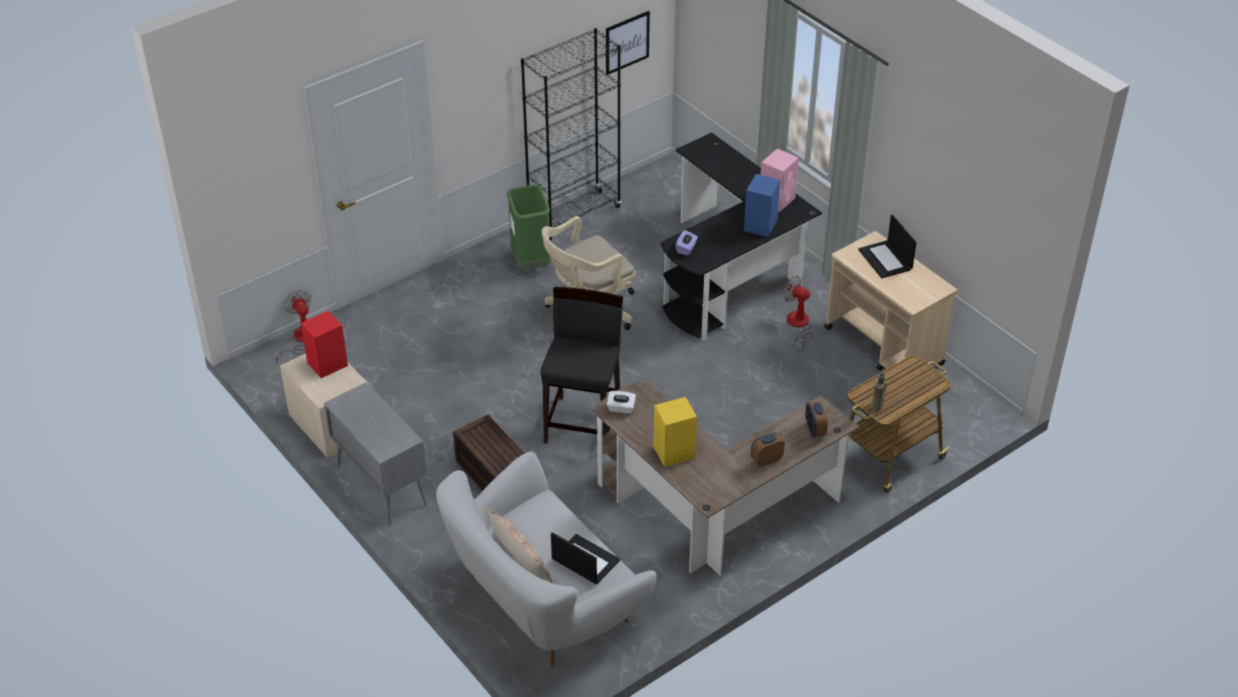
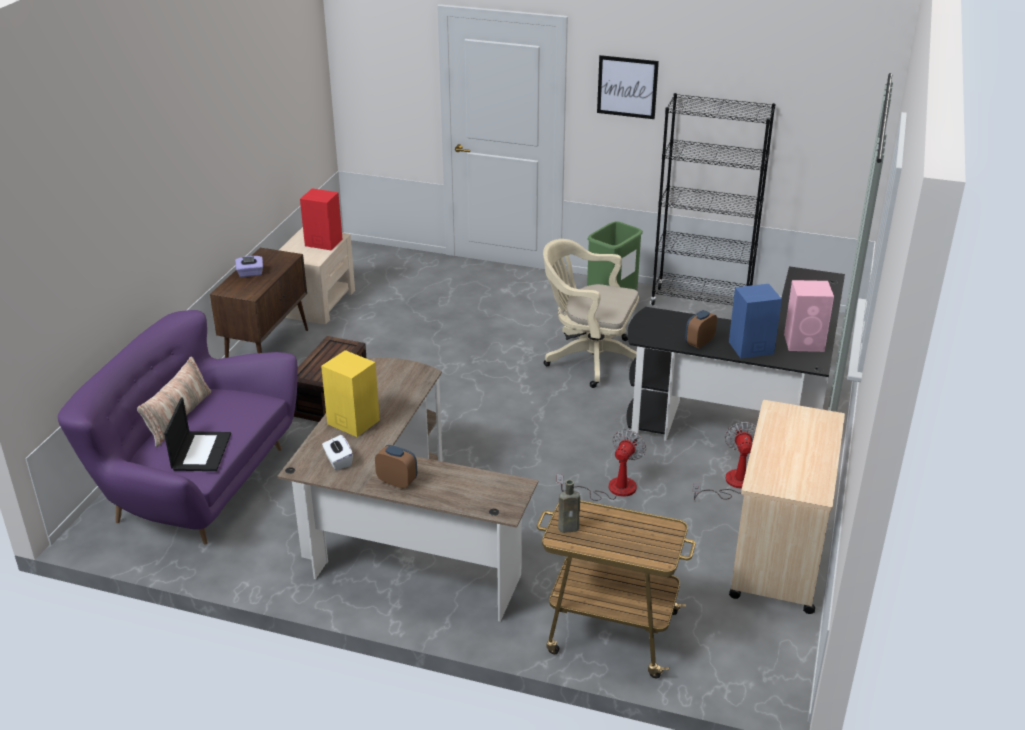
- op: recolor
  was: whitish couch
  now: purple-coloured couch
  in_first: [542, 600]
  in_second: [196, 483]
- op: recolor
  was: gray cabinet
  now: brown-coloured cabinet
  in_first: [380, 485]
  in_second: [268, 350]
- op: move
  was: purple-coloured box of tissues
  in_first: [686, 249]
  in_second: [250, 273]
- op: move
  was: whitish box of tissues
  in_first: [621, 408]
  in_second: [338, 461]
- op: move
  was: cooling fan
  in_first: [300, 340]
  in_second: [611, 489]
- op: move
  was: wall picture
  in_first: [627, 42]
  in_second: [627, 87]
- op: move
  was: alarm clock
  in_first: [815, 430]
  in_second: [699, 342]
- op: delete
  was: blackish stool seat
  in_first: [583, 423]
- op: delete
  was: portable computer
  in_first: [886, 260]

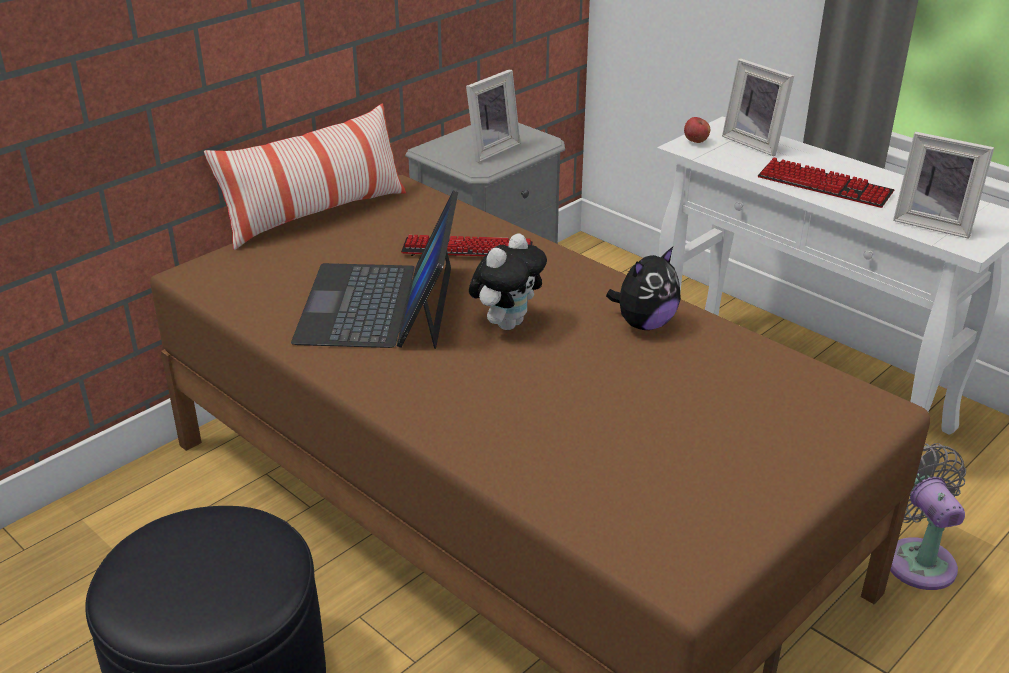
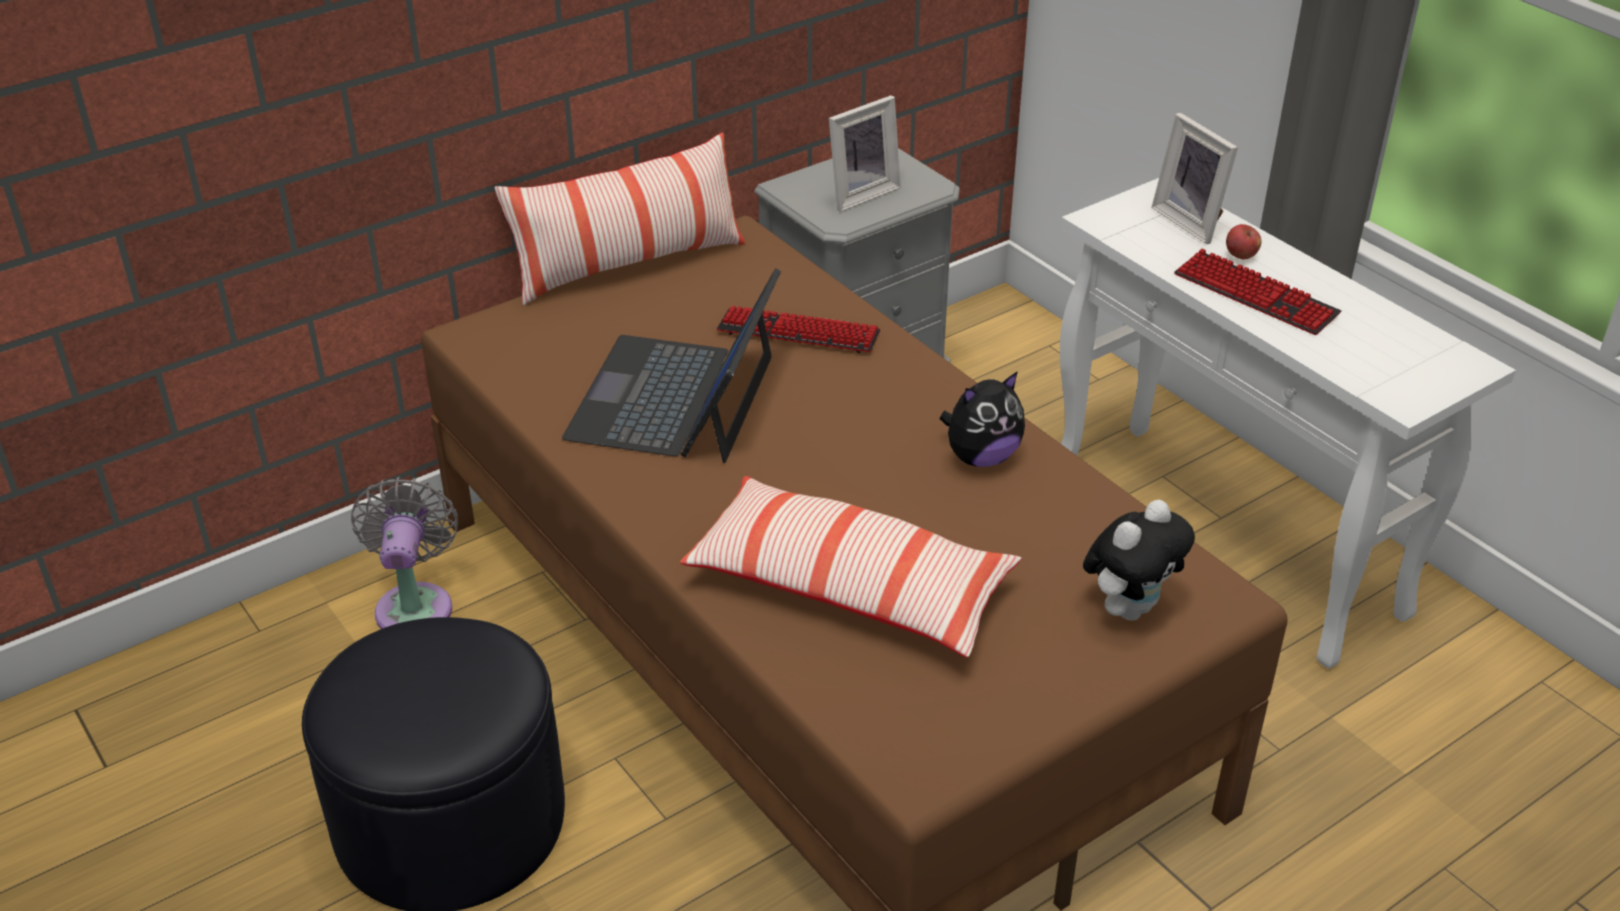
- op: move
  was: gray cooling fan
  in_first: [916, 558]
  in_second: [415, 604]
- op: insert
  now: throw pillow
  in_second: [849, 588]
- op: move
  was: cuddly toy
  in_first: [507, 323]
  in_second: [1129, 607]
- op: move
  was: apple fruit
  in_first: [695, 142]
  in_second: [1240, 256]
- op: delete
  was: photo frame
  in_first: [934, 223]

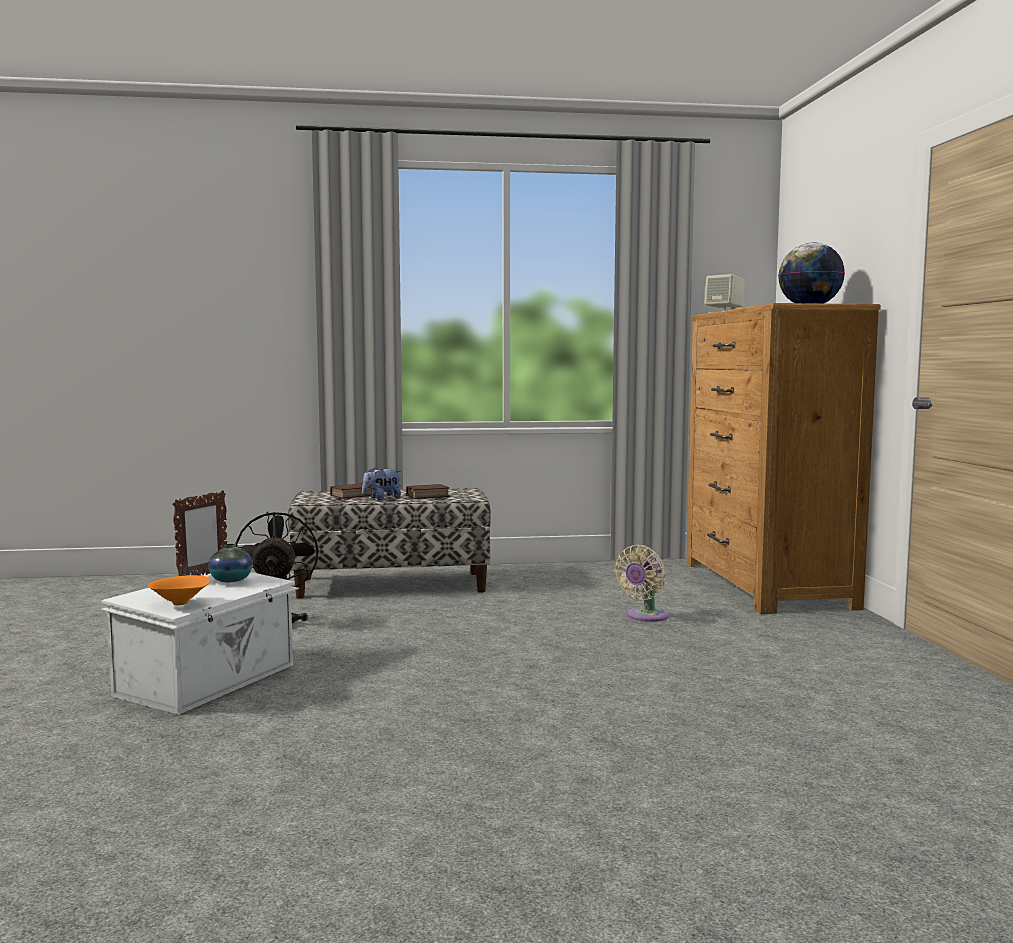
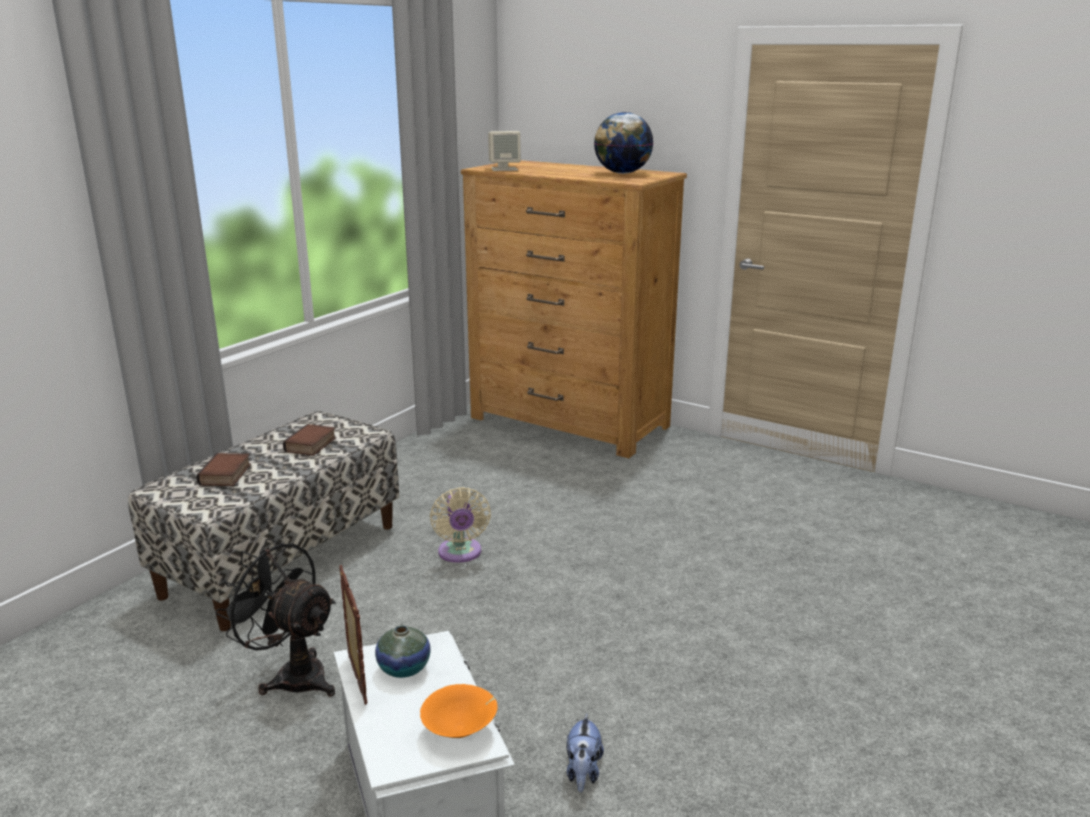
- op: move
  was: beige-coloured cooling fan
  in_first: [645, 617]
  in_second: [460, 554]
- op: move
  was: cuddly toy
  in_first: [382, 498]
  in_second: [583, 773]

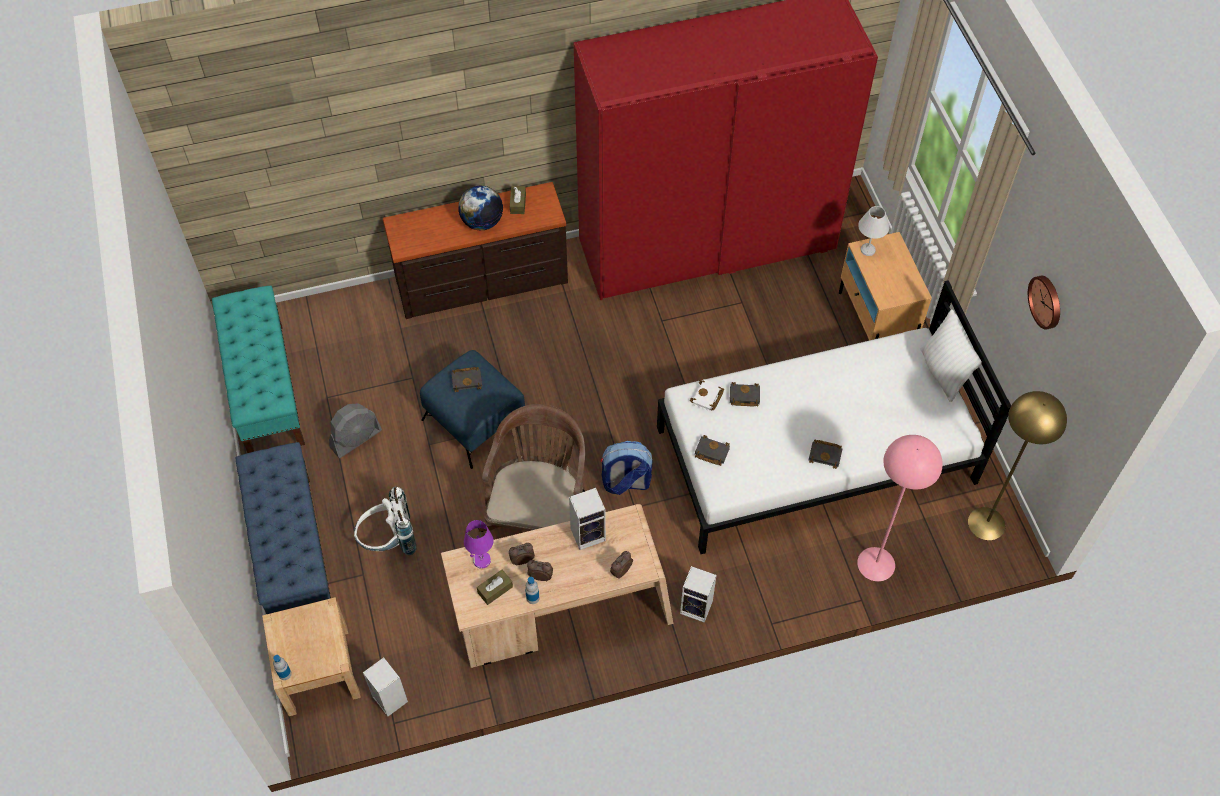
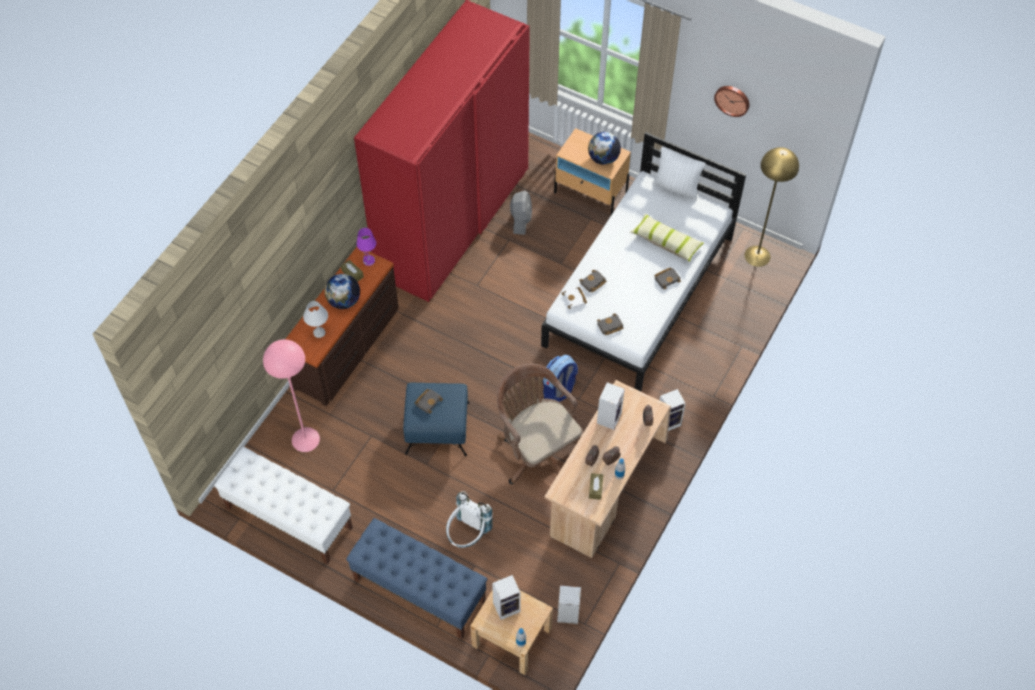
- op: recolor
  was: turquoise-coloured long seat
  now: whitish long seat
  in_first: [266, 389]
  in_second: [288, 518]
- op: move
  was: pink standing lamp
  in_first: [876, 564]
  in_second: [305, 439]
- op: move
  was: whitish tabletop lamp
  in_first: [868, 249]
  in_second: [319, 332]
- op: move
  was: purple-coloured tabletop lamp
  in_first: [481, 560]
  in_second: [369, 261]
- op: insert
  now: audio speaker
  in_second: [507, 606]
- op: move
  was: gray cooling fan
  in_first: [356, 439]
  in_second: [521, 219]
- op: insert
  now: globe
  in_second: [603, 158]
- op: insert
  now: throw pillow
  in_second: [666, 242]

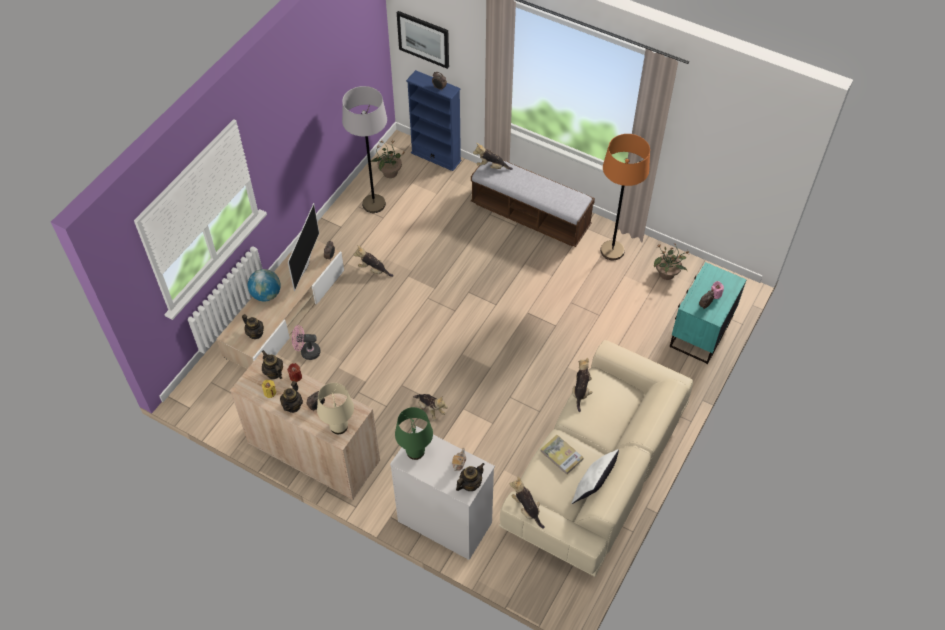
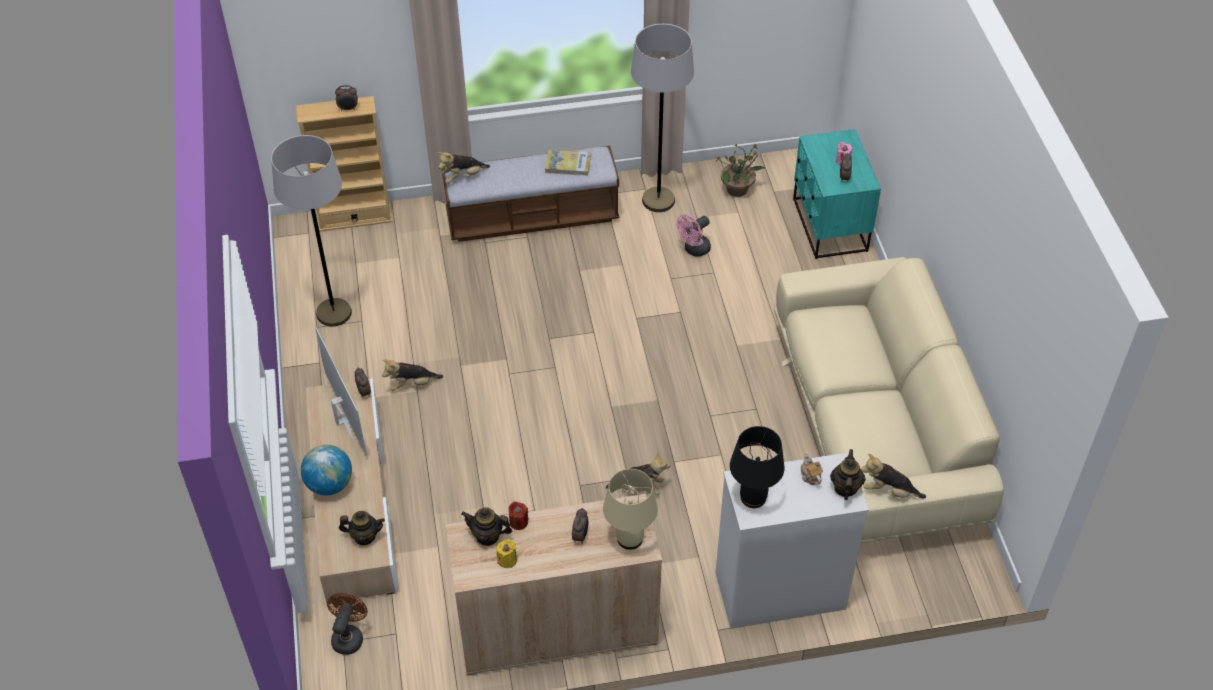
- op: recolor
  was: blue shelving unit
  now: beige-coloured shelving unit
  in_first: [436, 157]
  in_second: [355, 218]
- op: insert
  now: brown-coloured cooling fan
  in_second: [349, 636]
- op: move
  was: book
  in_first: [561, 455]
  in_second: [568, 164]
- op: recolor
  was: orange-coloured standing lamp
  now: gray standing lamp
  in_first: [612, 251]
  in_second: [658, 200]
- op: move
  was: pink cooling fan
  in_first: [307, 352]
  in_second: [694, 250]
- op: recolor
  was: green tabletop lamp
  now: blackish tabletop lamp
  in_first: [415, 452]
  in_second: [753, 498]
- op: delete
  was: tea pot
  in_first: [293, 406]
- op: delete
  was: potted plant
  in_first: [389, 173]
- op: delete
  was: wall picture
  in_first: [423, 39]
- op: delete
  was: whitish throw pillow
  in_first: [592, 488]
- op: delete
  was: cuddly toy
  in_first: [581, 391]

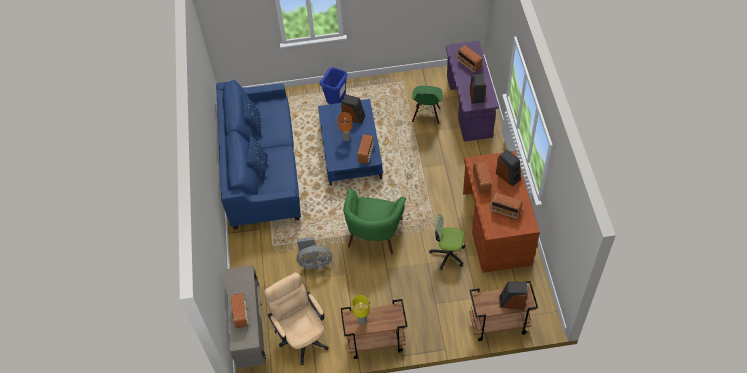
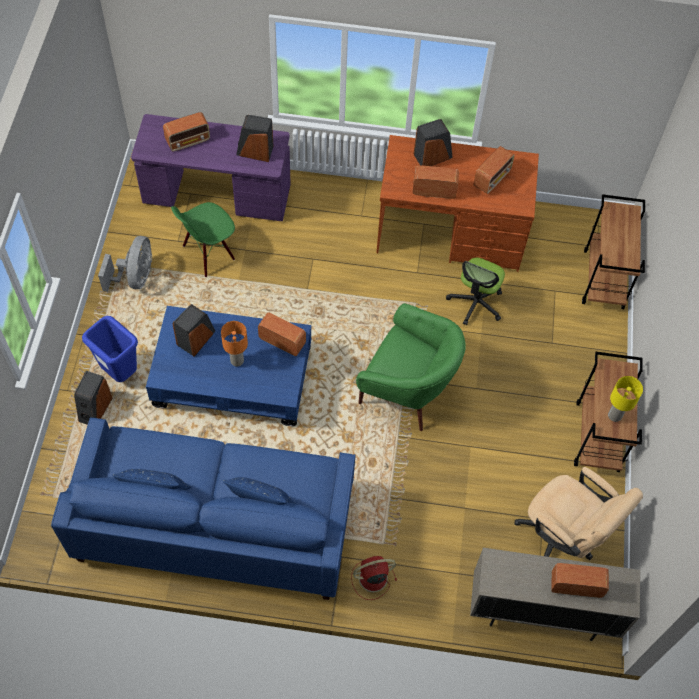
- op: move
  was: audio speaker
  in_first: [512, 302]
  in_second: [95, 409]
- op: move
  was: gray cooling fan
  in_first: [314, 262]
  in_second: [135, 278]
- op: rotate
  was: green chair
  in_first: [426, 115]
  in_second: [208, 254]
  clockwise: 120
- op: insert
  now: red-coloured cooling fan
  in_second: [371, 578]
- op: rotate
  was: beige-coloured computer chair
  in_first: [301, 335]
  in_second: [563, 536]
  clockwise: -120

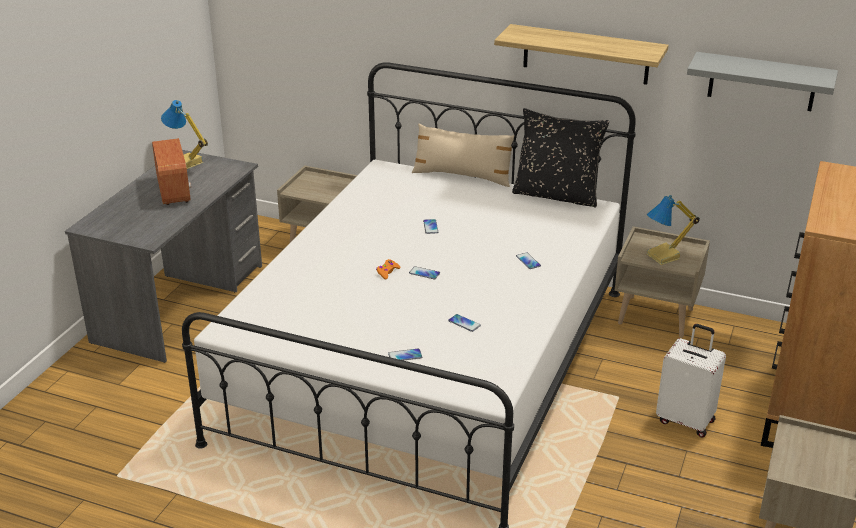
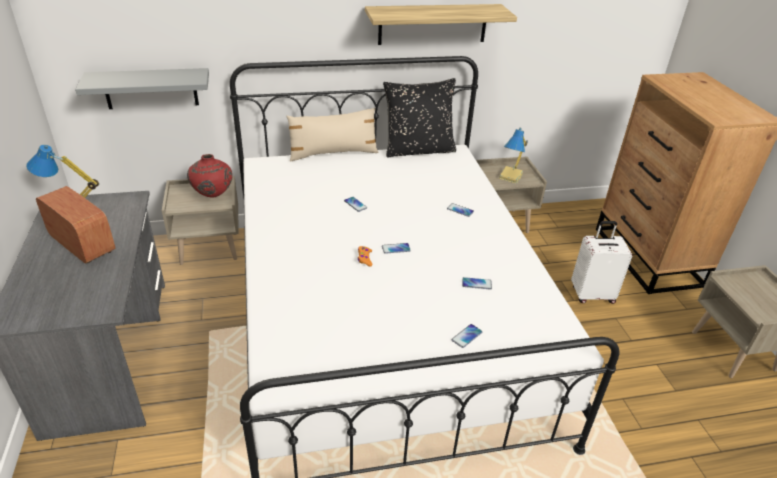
- op: move
  was: gray bracket shelf
  in_first: [762, 82]
  in_second: [151, 88]
- op: insert
  now: red-coloured vase
  in_second: [213, 196]

